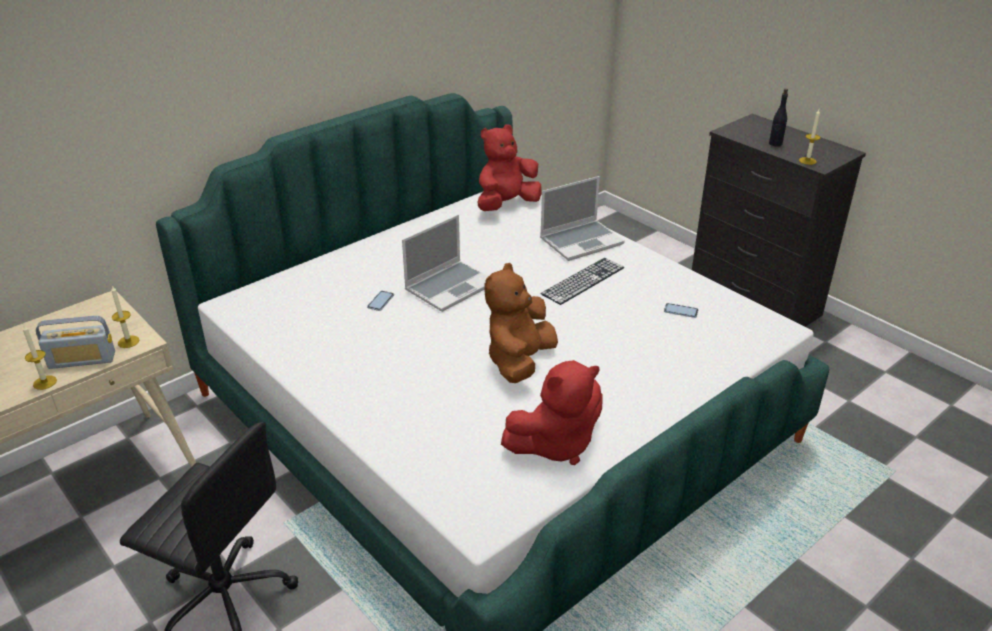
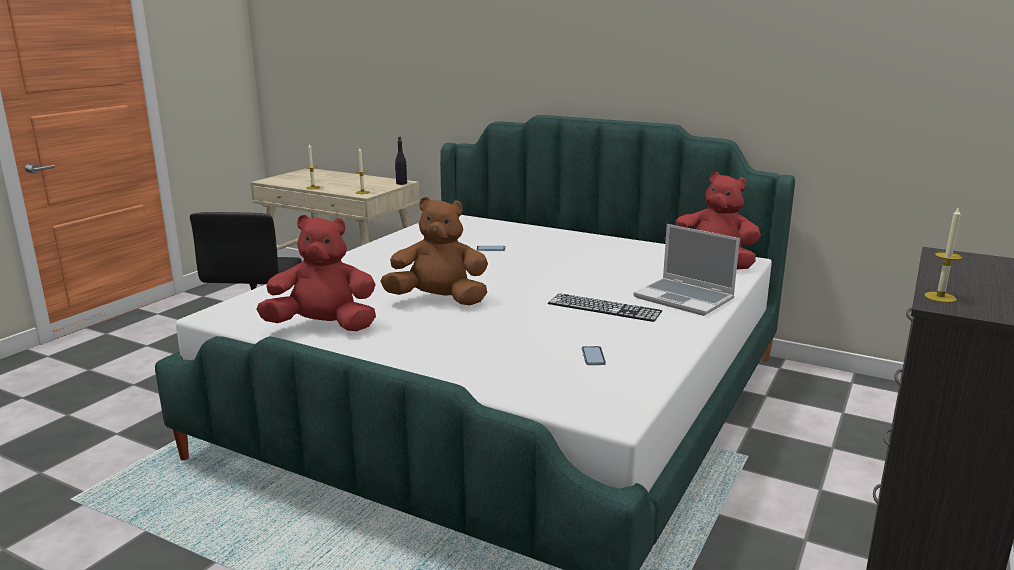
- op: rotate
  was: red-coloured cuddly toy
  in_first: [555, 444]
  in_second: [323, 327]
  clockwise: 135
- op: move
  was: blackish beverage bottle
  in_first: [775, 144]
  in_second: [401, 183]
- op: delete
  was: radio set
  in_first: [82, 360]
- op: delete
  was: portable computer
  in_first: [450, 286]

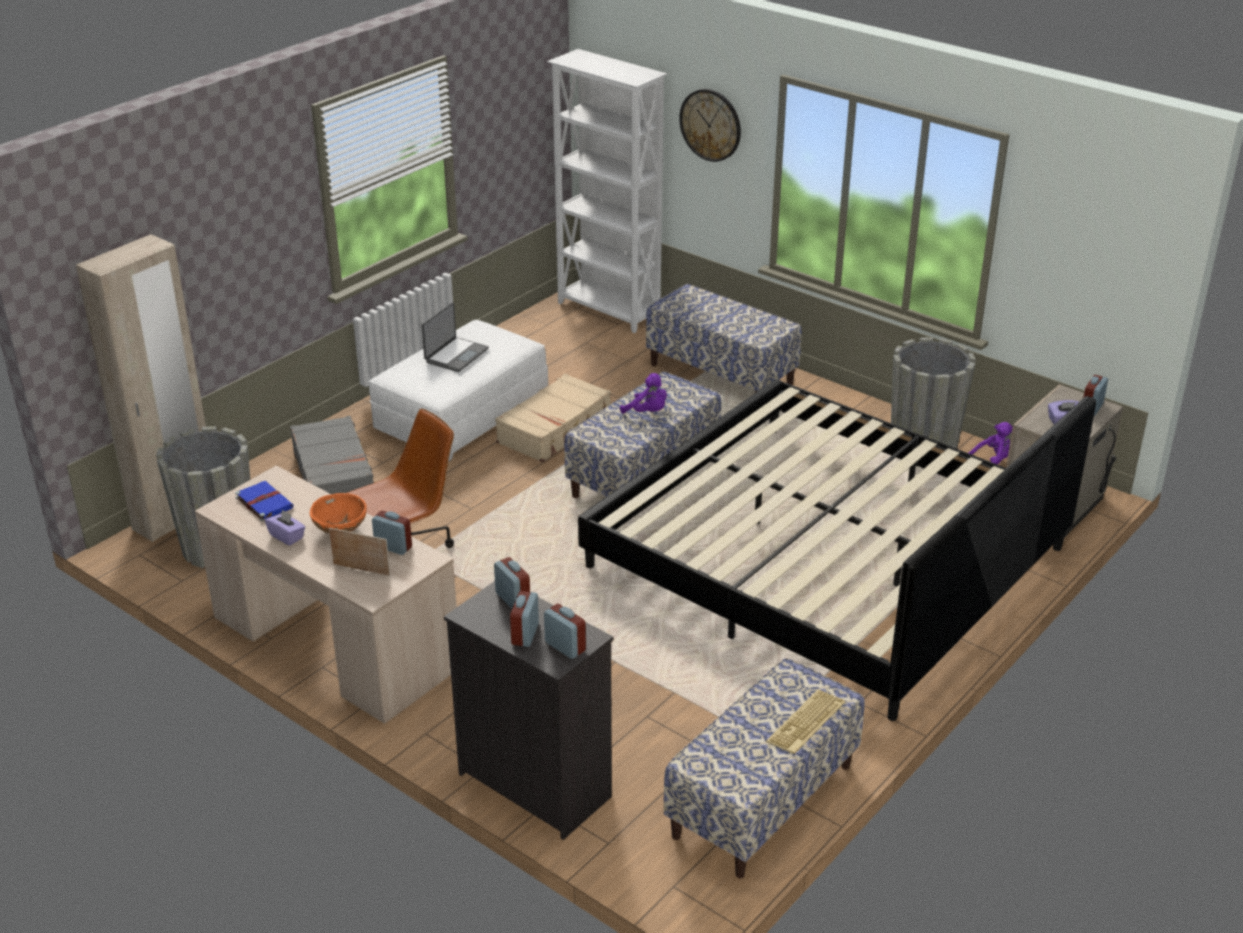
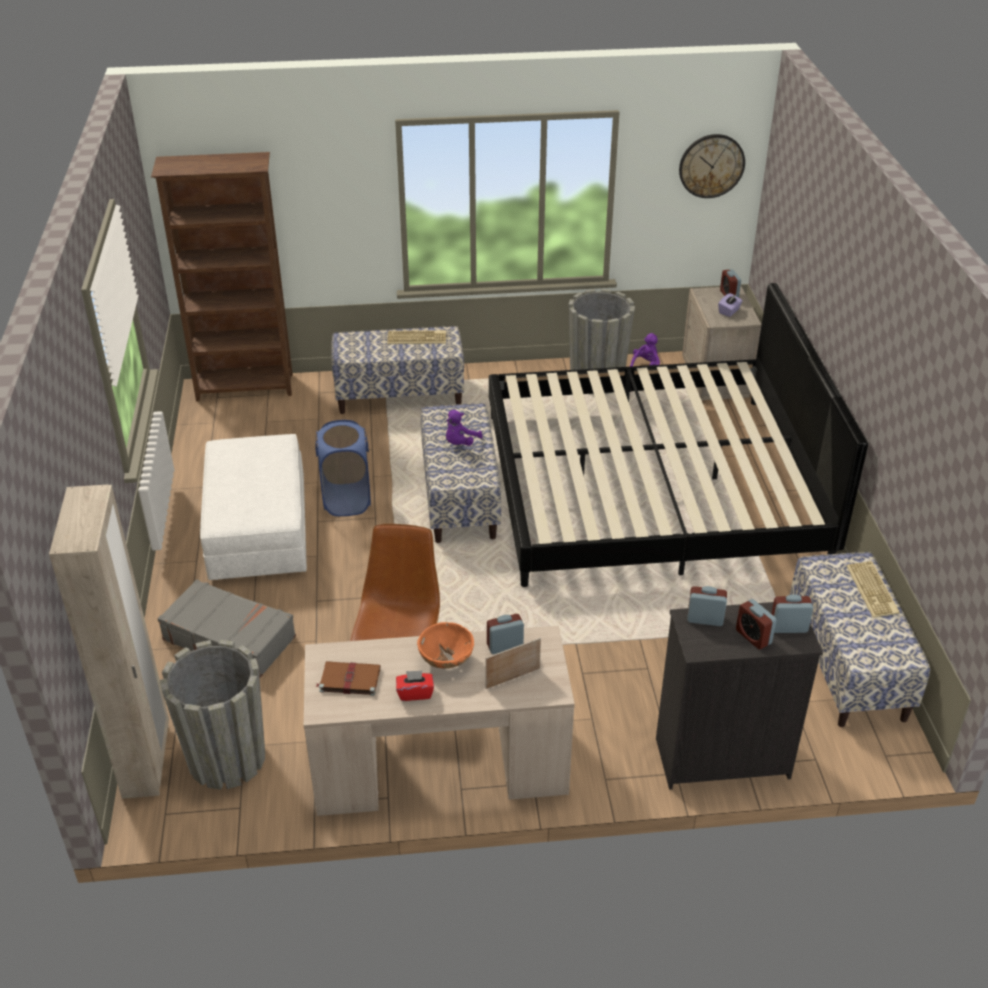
- op: recolor
  was: whitish shelving unit
  now: brown-coloured shelving unit
  in_first: [608, 311]
  in_second: [246, 388]
- op: replace
  was: beige-coloured piece of luggage
  now: blue hamper
  in_first: [555, 429]
  in_second: [346, 500]
- op: recolor
  was: blue book
  now: brown-coloured book
  in_first: [263, 502]
  in_second: [349, 680]
- op: insert
  now: computer keyboard
  in_second: [417, 337]
- op: recolor
  was: purple-coloured box of tissues
  now: red-coloured box of tissues
  in_first: [287, 536]
  in_second: [415, 693]
- op: rotate
  was: purple-coloured cuddly toy
  in_first: [647, 412]
  in_second: [460, 443]
  clockwise: 135
- op: move
  was: wall clock
  in_first: [710, 125]
  in_second: [711, 165]
- op: delete
  was: portable computer
  in_first: [455, 355]

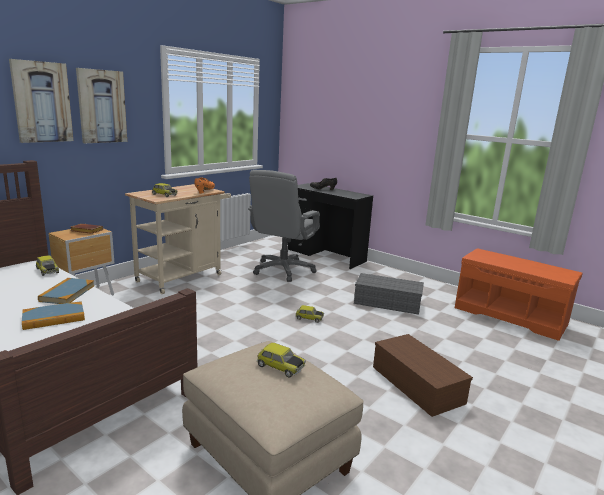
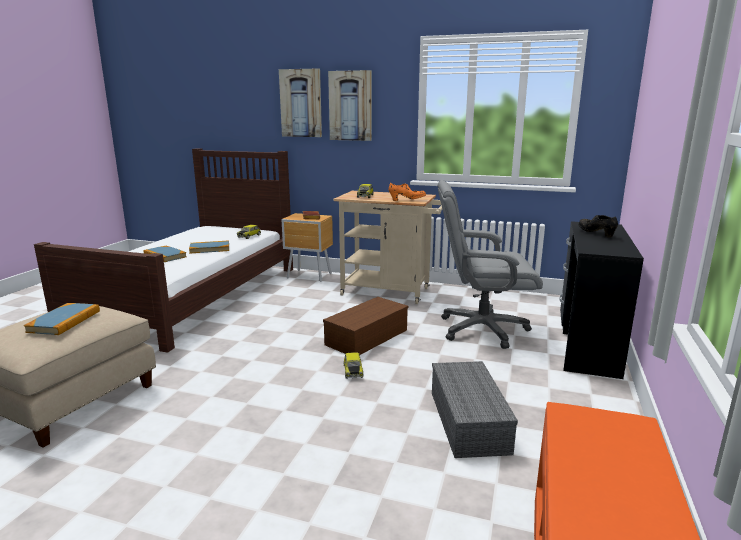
- op: replace
  was: toy car
  now: book
  in_first: [279, 367]
  in_second: [64, 321]
- op: move
  was: brown-coloured storage container
  in_first: [415, 384]
  in_second: [367, 336]

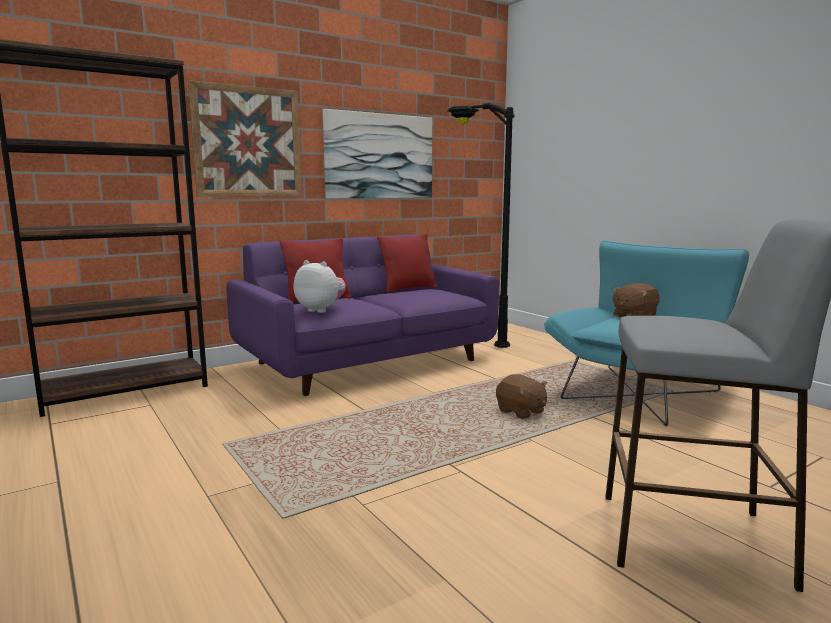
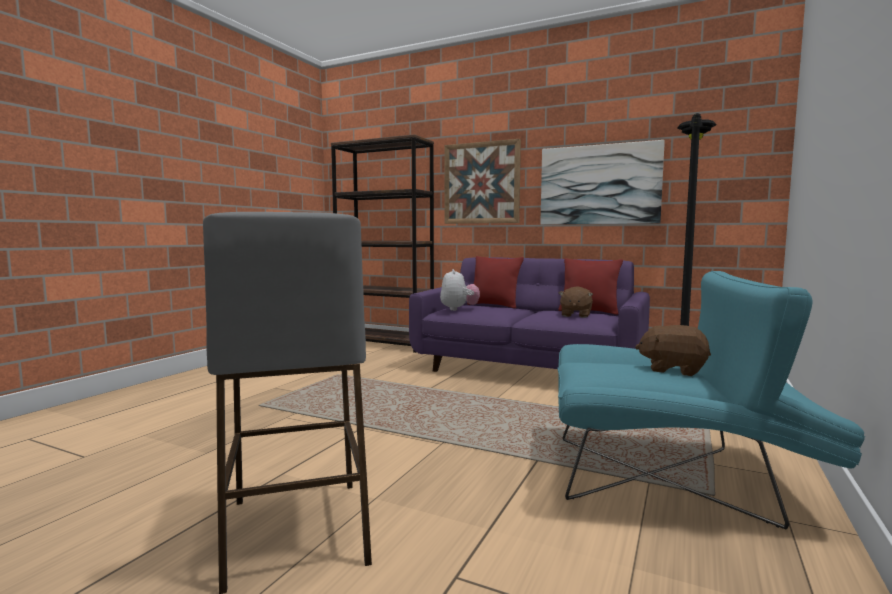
- op: move
  was: brown-coloured cuddly toy
  in_first: [521, 412]
  in_second: [575, 315]

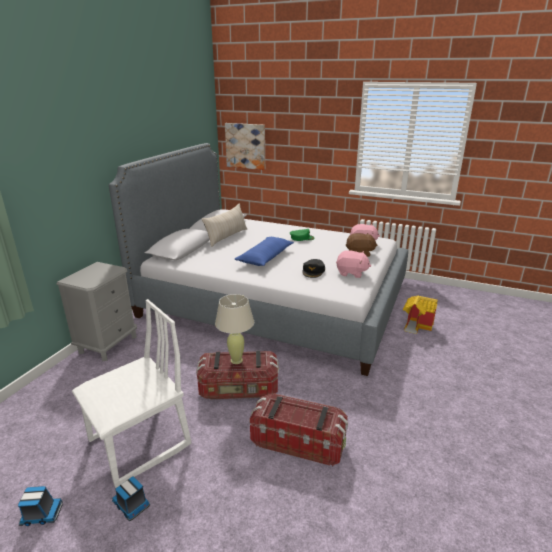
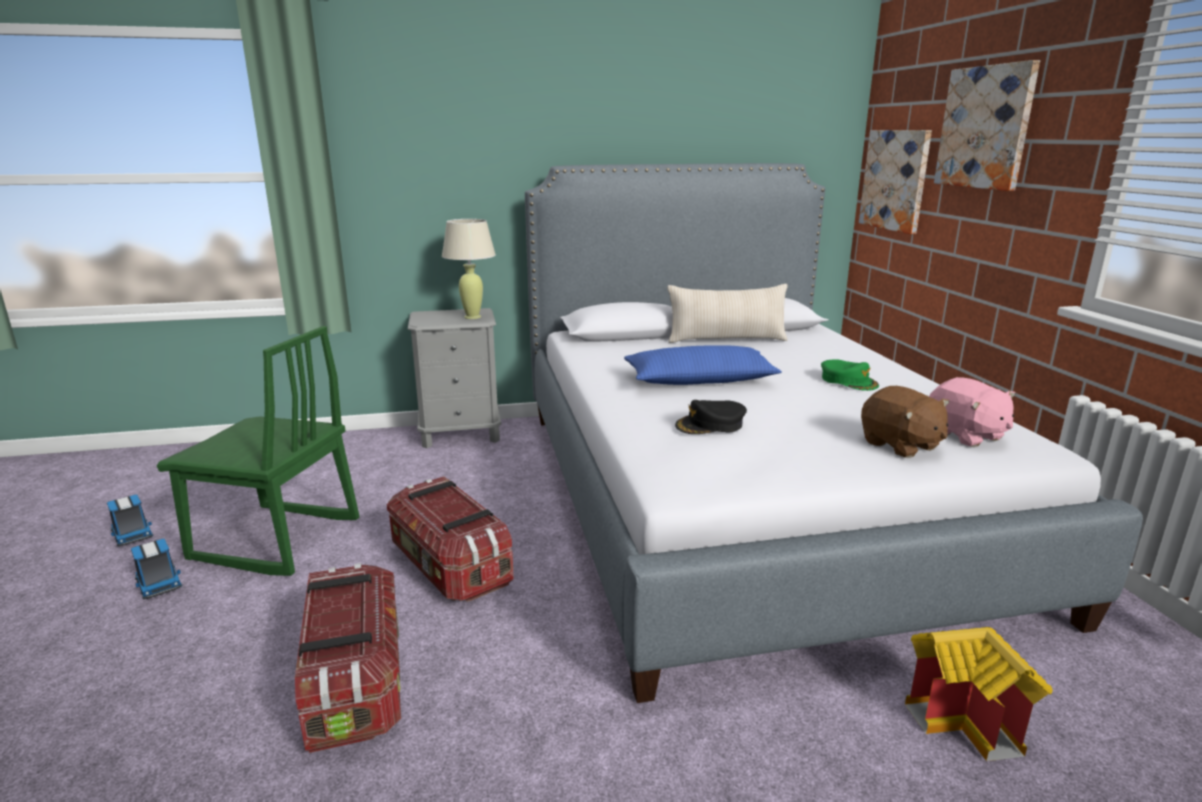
- op: rotate
  was: toy truck
  in_first: [131, 505]
  in_second: [159, 584]
  clockwise: 135
- op: recolor
  was: whitish chair
  now: green chair
  in_first: [140, 444]
  in_second: [275, 540]
- op: move
  was: beige-coloured tabletop lamp
  in_first: [236, 360]
  in_second: [472, 317]
- op: insert
  now: wall picture
  in_second: [985, 127]
- op: delete
  was: pink cuddly toy
  in_first: [351, 273]

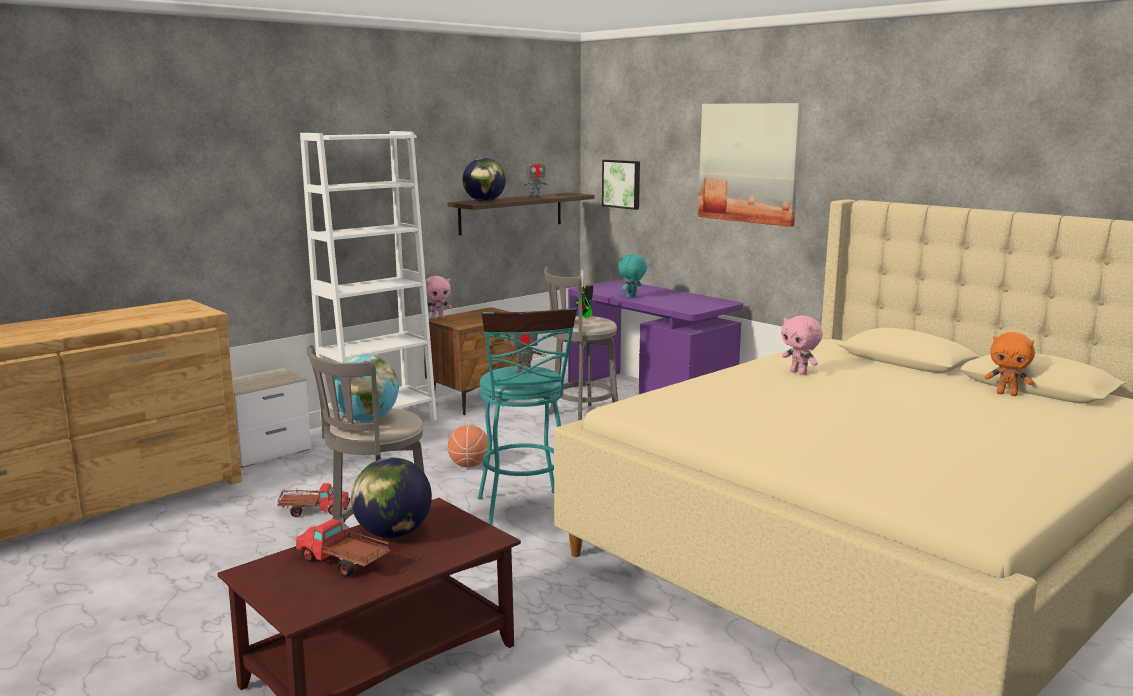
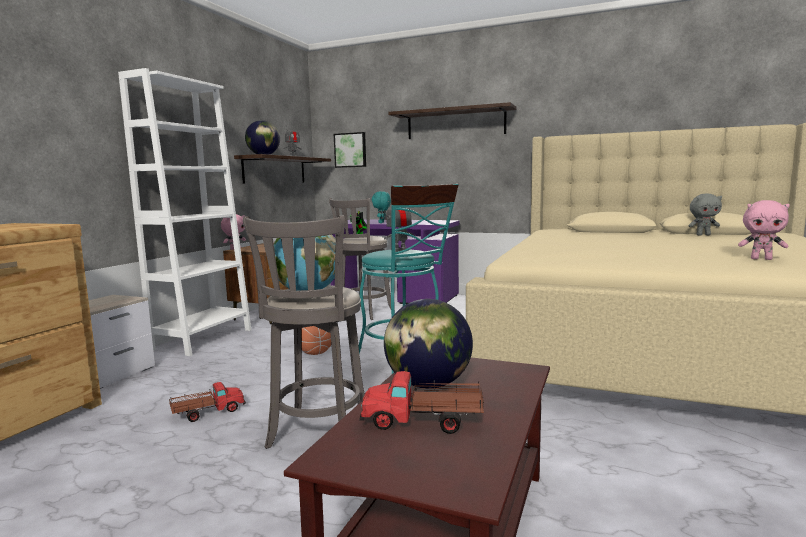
- op: replace
  was: wall picture
  now: bracket shelf
  in_first: [749, 163]
  in_second: [455, 123]
- op: recolor
  was: orange-coloured cuddly toy
  now: gray cuddly toy
  in_first: [1007, 394]
  in_second: [703, 235]
- op: move
  was: pink cuddly toy
  in_first: [799, 373]
  in_second: [761, 259]

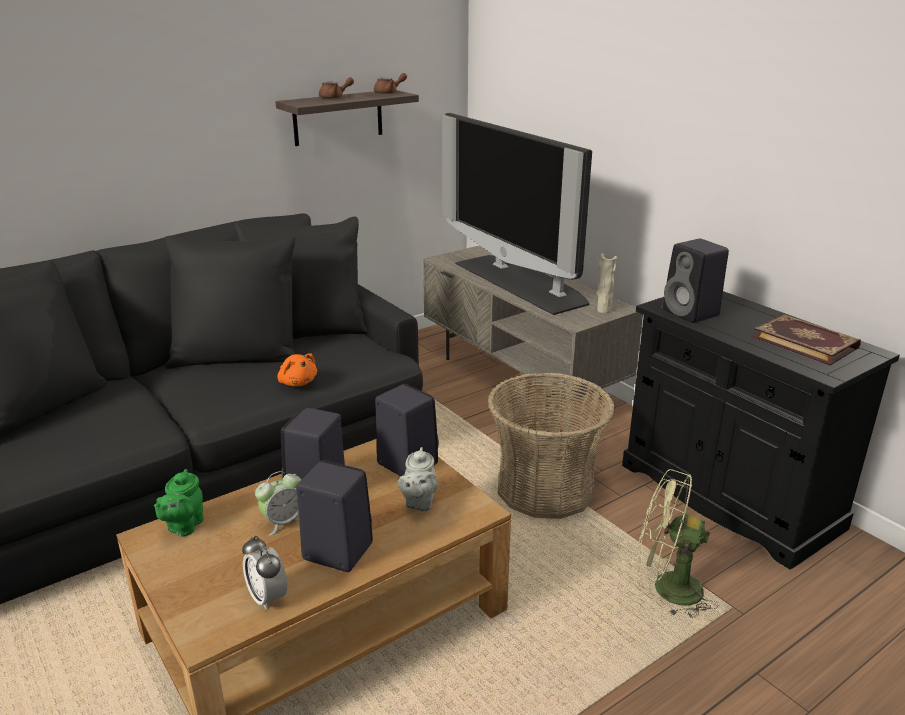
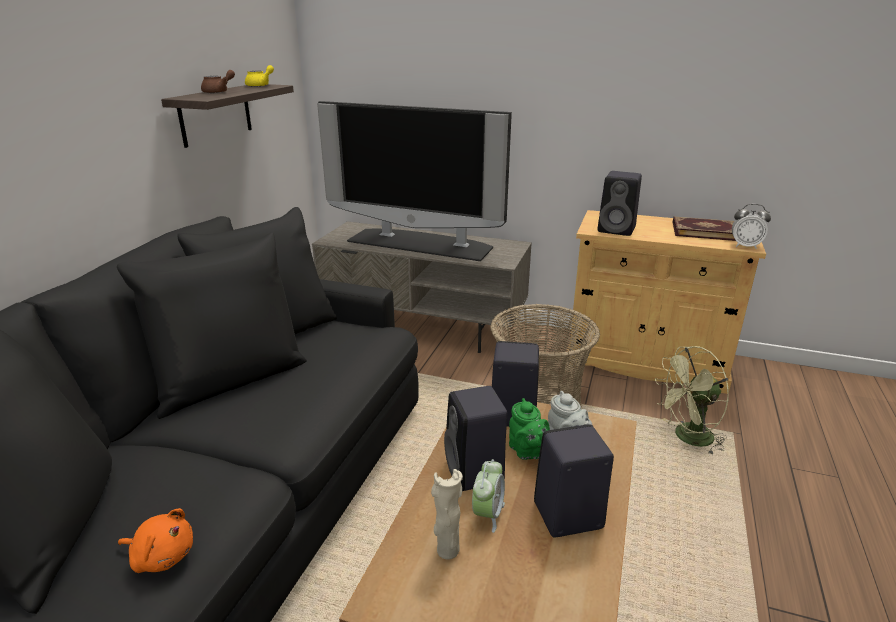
- op: move
  was: orange-coloured cuddly toy
  in_first: [297, 382]
  in_second: [162, 556]
- op: recolor
  was: brown-coloured tea pot
  now: yellow tea pot
  in_first: [389, 92]
  in_second: [260, 85]
- op: move
  was: beige-coloured vase
  in_first: [604, 310]
  in_second: [447, 549]
- op: move
  was: green tea pot
  in_first: [183, 526]
  in_second: [527, 451]
- op: recolor
  was: blackish cabinet
  now: beige-coloured cabinet
  in_first: [728, 496]
  in_second: [645, 361]
- op: move
  was: alarm clock
  in_first: [267, 597]
  in_second: [745, 246]

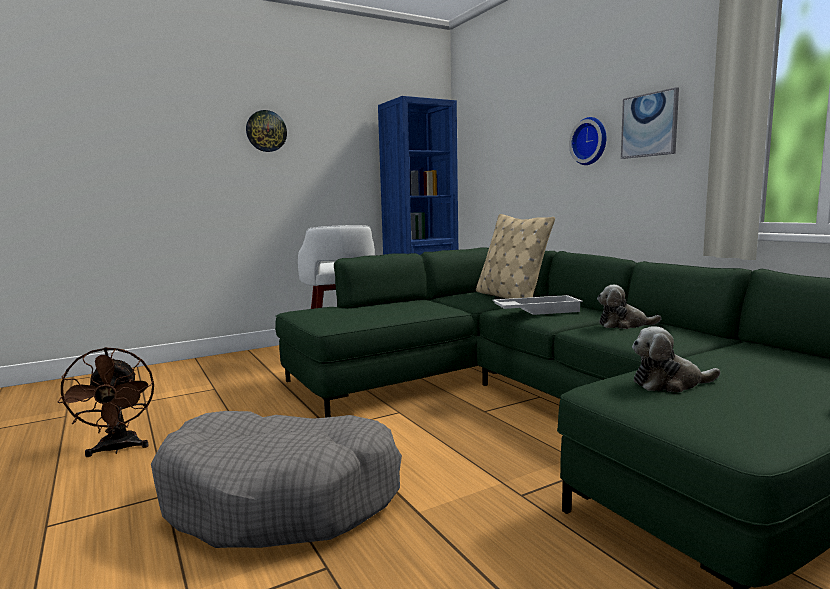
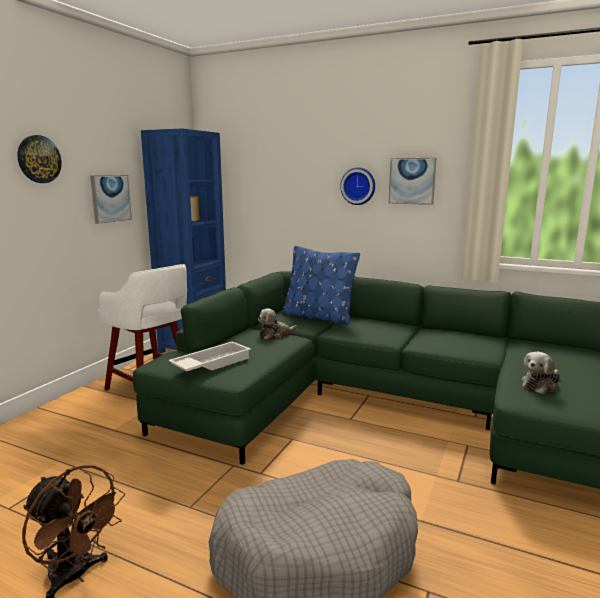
- op: insert
  now: wall picture
  in_second: [110, 198]
- op: move
  was: whitish tray
  in_first: [536, 310]
  in_second: [211, 363]
- op: move
  was: cuddly toy
  in_first: [624, 325]
  in_second: [275, 335]
- op: recolor
  was: beige-coloured throw pillow
  now: blue throw pillow
  in_first: [510, 297]
  in_second: [318, 317]

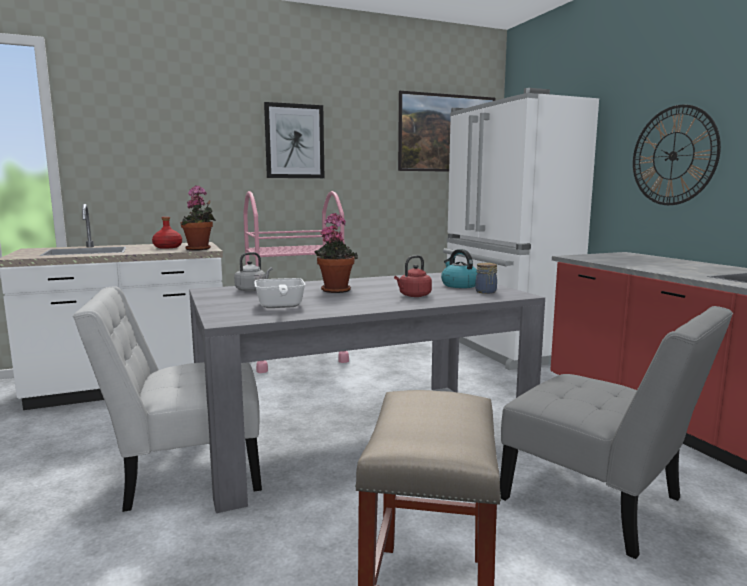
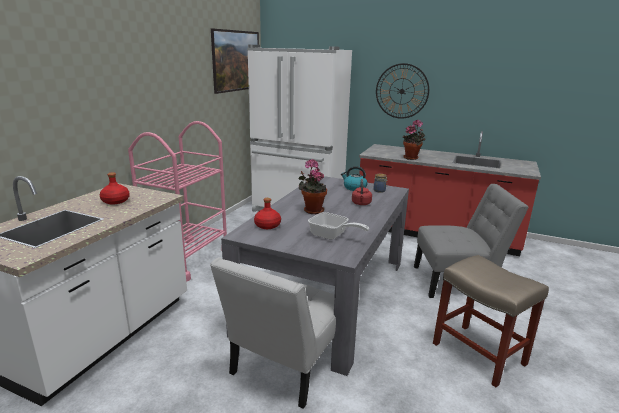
- op: replace
  was: gray tea kettle
  now: red-coloured beverage bottle
  in_first: [252, 290]
  in_second: [267, 225]
- op: move
  was: potted plant
  in_first: [199, 249]
  in_second: [412, 158]
- op: delete
  was: wall picture
  in_first: [294, 141]

